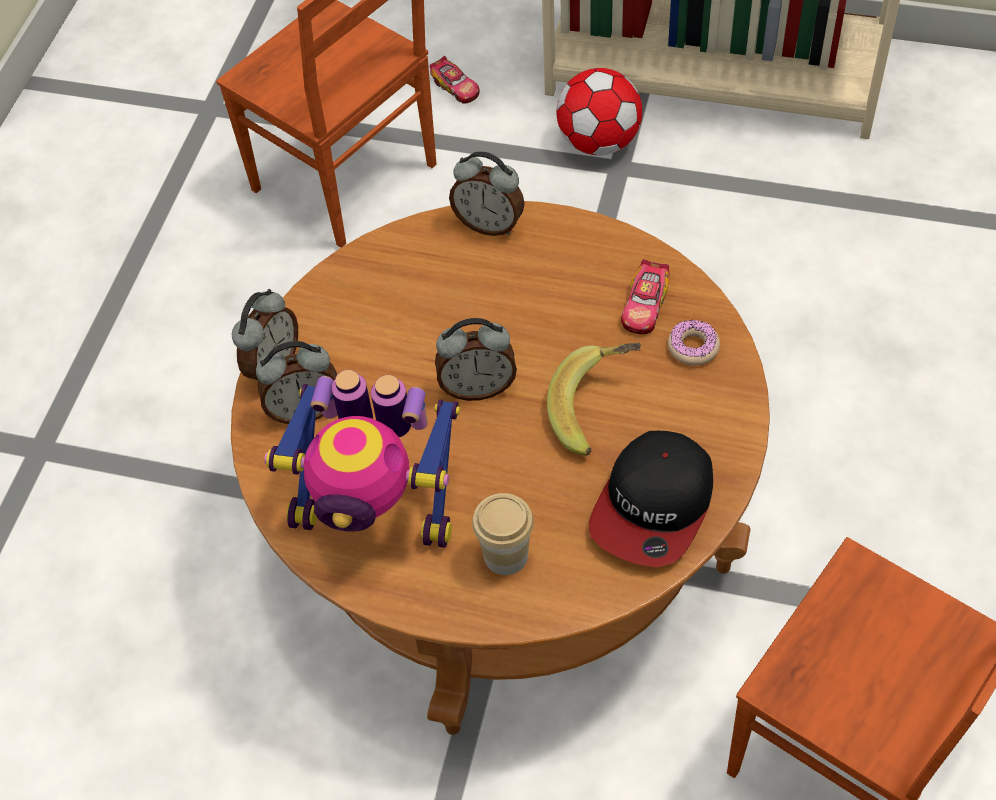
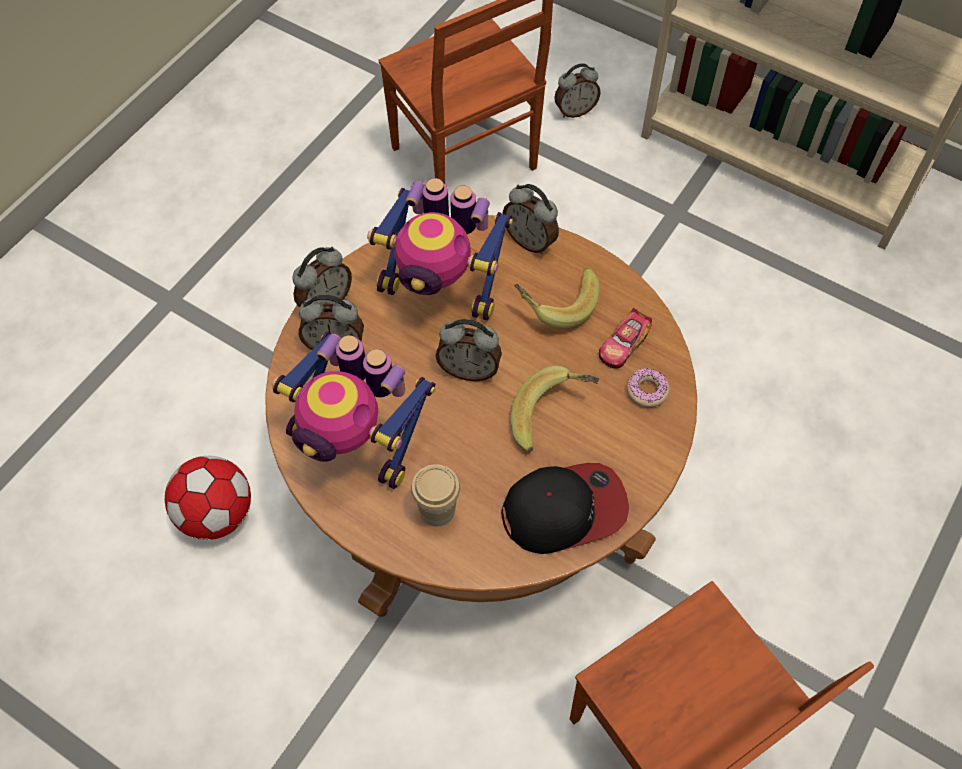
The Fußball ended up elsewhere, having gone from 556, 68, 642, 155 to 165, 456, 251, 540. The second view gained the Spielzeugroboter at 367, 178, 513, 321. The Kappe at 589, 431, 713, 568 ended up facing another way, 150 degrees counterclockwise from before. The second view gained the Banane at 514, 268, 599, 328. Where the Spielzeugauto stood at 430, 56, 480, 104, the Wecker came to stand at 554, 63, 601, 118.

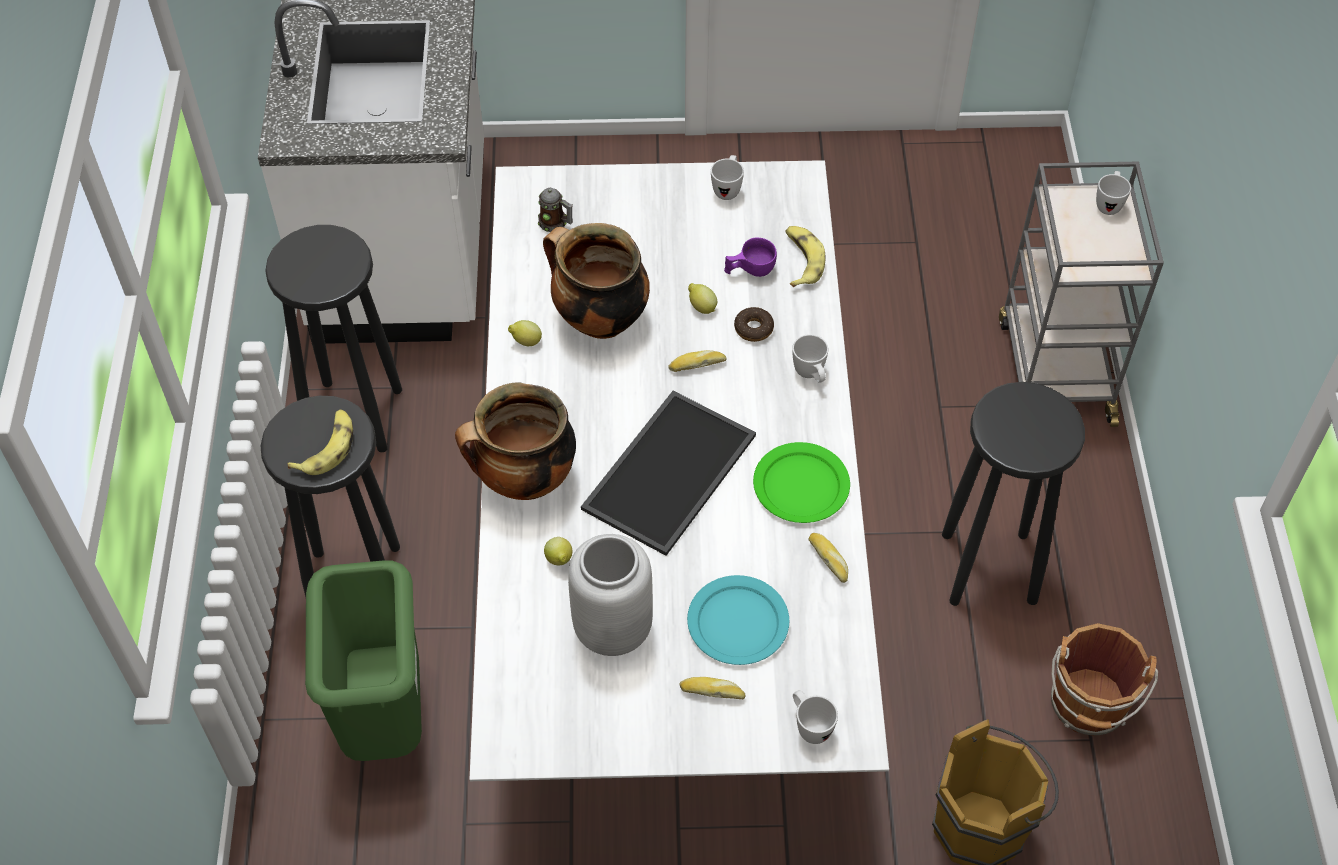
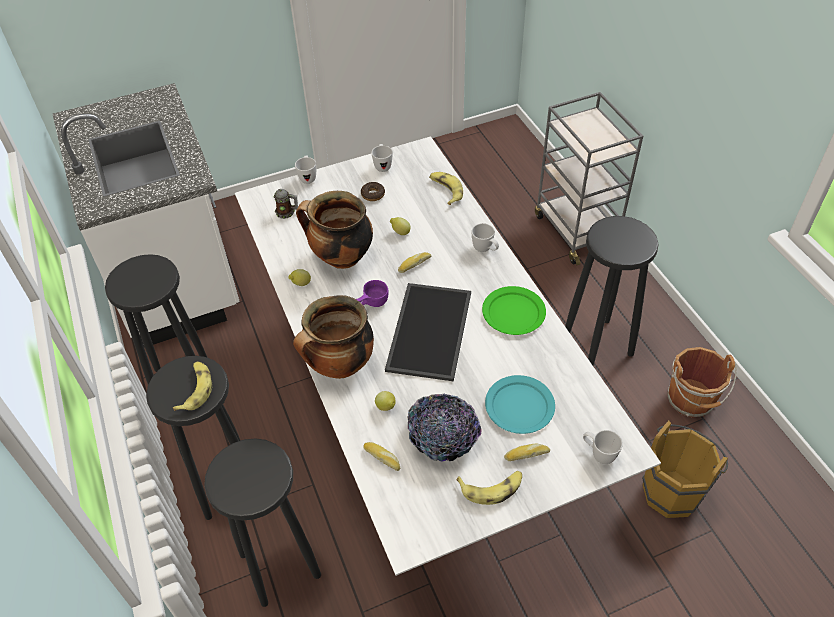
Where the Mülleimer (grün) stood at 305, 560, 422, 761, the Hocker (schwarz) came to stand at 204, 438, 321, 607. The Henkelbecher (weiß) ended up elsewhere, having gone from 1096, 171, 1131, 215 to 295, 155, 316, 184. The Tasse (lila) ended up elsewhere, having gone from 724, 238, 777, 277 to 356, 280, 389, 307. The Donut ended up elsewhere, having gone from 734, 307, 774, 342 to 361, 182, 385, 201. The Brot ended up elsewhere, having gone from 809, 533, 848, 583 to 364, 442, 400, 471. Where the Vase (grau) stood at 568, 534, 653, 656, the Schüssel came to stand at 407, 394, 482, 462. The second view gained the Banane at 457, 471, 522, 505.

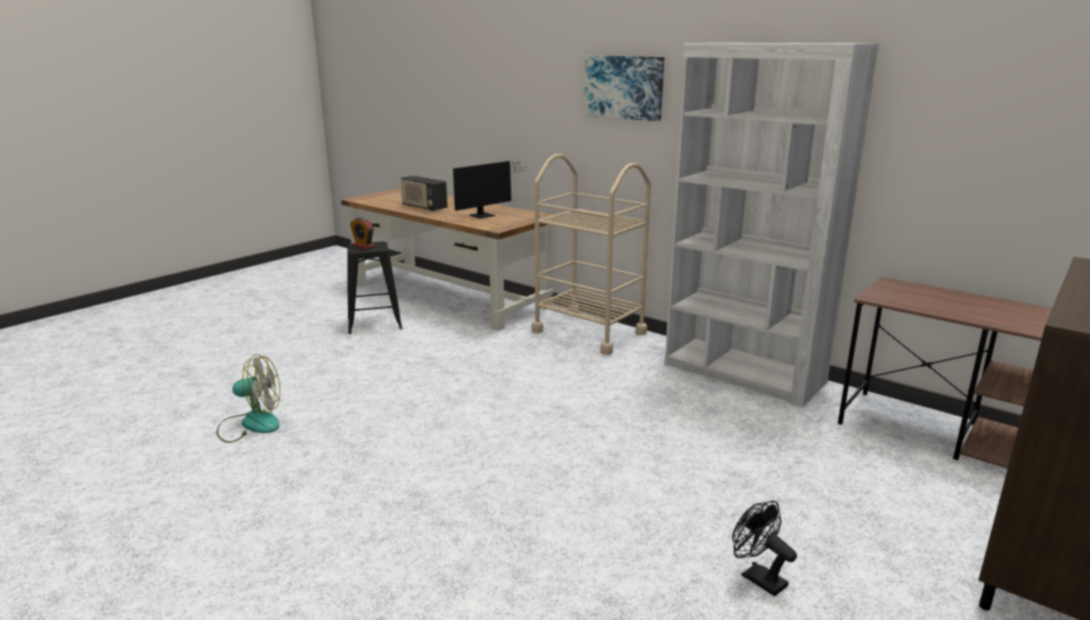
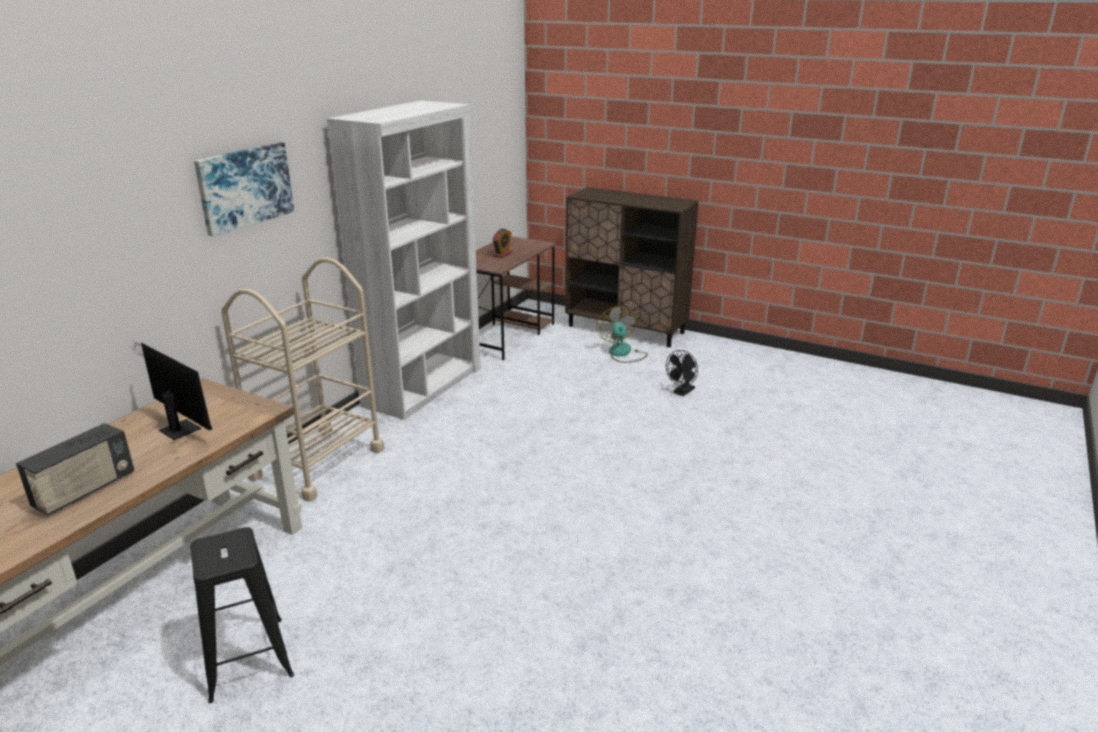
The Wecker ended up elsewhere, having gone from 350, 217, 376, 249 to 492, 228, 512, 258. The Ventilator ended up elsewhere, having gone from 217, 354, 280, 443 to 597, 306, 648, 363.

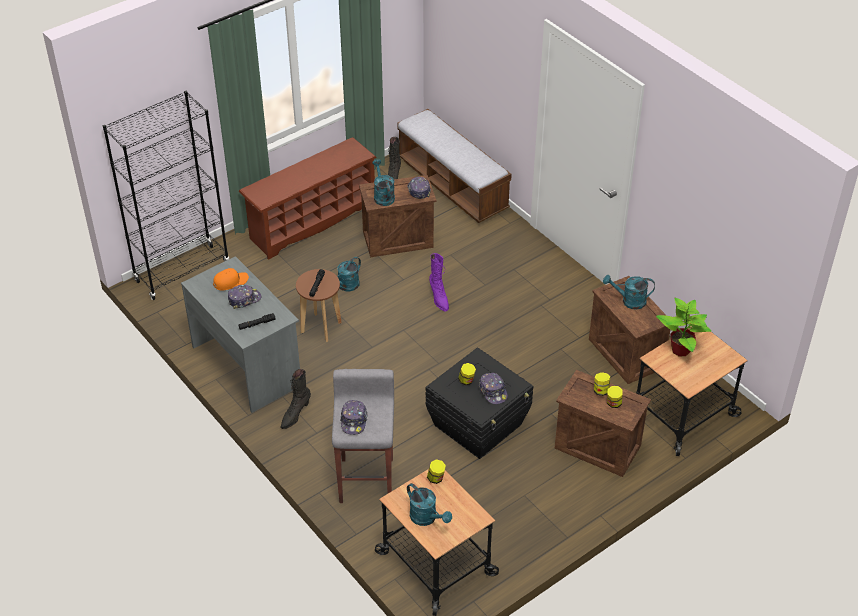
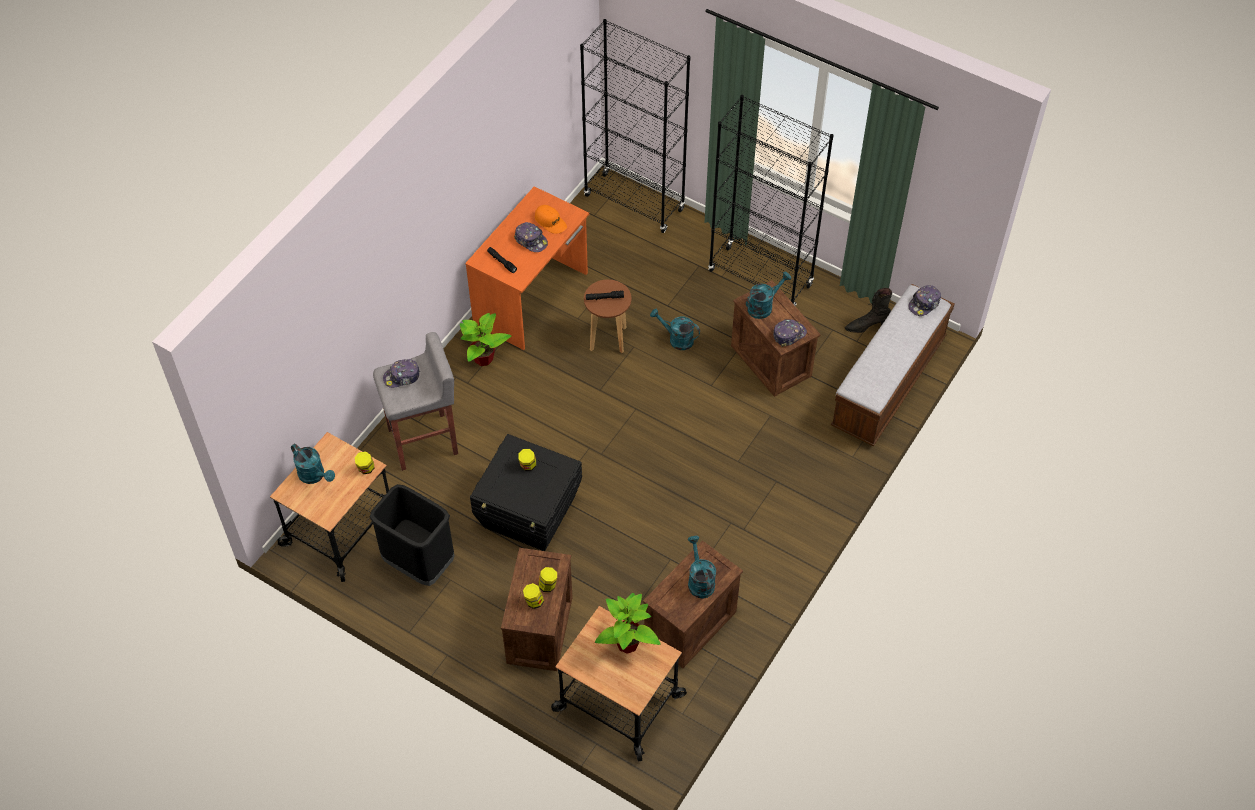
The Gießkanne (türkis) at 407, 483, 452, 526 ended up facing another way, 75 degrees counterclockwise from before. The second view gained the Mülleimer (schwarz) at 369, 484, 455, 586. Where the Stiefel (schwarz) stood at 280, 369, 311, 429, the Topfpflanze came to stand at 460, 313, 511, 366. What was the Schreibtisch (grau) at 181, 256, 300, 413 turned into the Schreibtisch (orange) at 465, 186, 589, 350. Where the Schuhregal (braun) stood at 239, 137, 377, 260, the Bücherregal (schwarz) came to stand at 708, 95, 834, 306. The Kappe ended up elsewhere, having gone from 479, 373, 508, 404 to 908, 285, 941, 316. The second view lost the Stiefel (lila) at 429, 253, 449, 311.

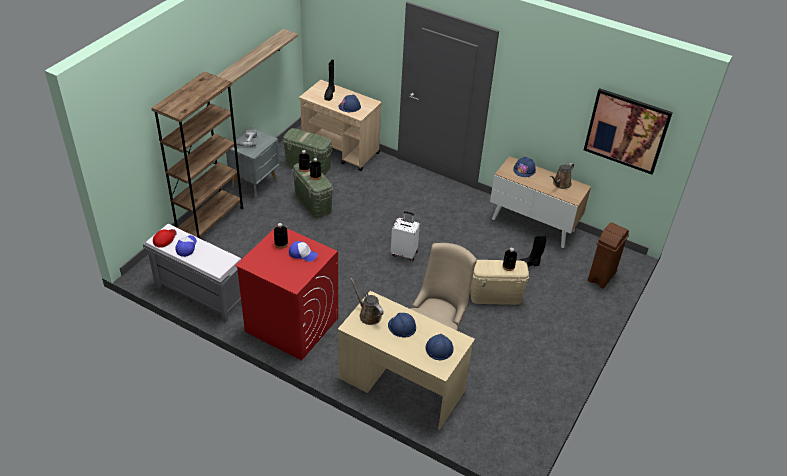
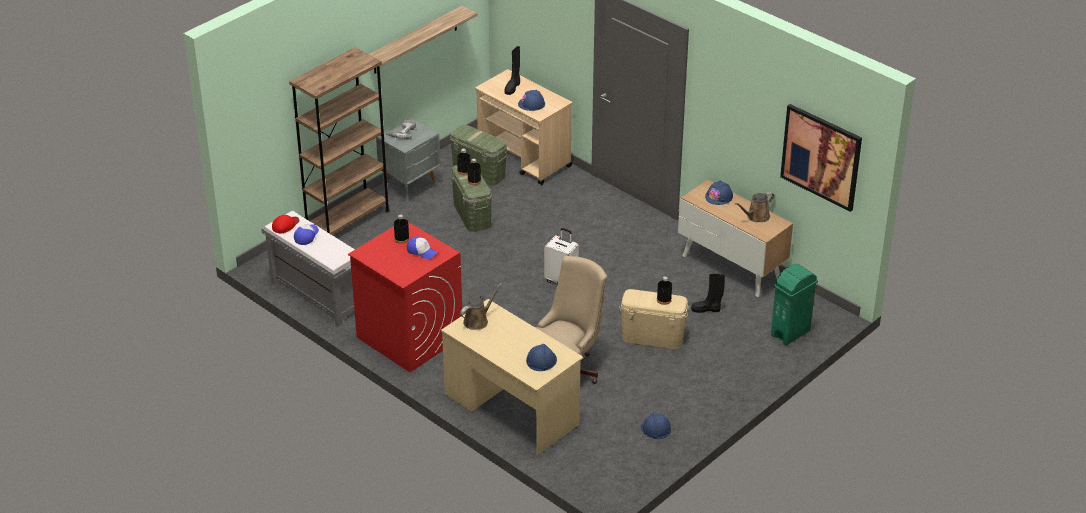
The Gießkanne (braun) at 350, 278, 384, 325 ended up facing another way, 75 degrees clockwise from before. The Schutzhelm (blau) ended up elsewhere, having gone from 388, 313, 416, 337 to 641, 412, 671, 439. What was the Mülleimer (braun) at 588, 222, 629, 289 turned into the Mülleimer (grün) at 771, 264, 818, 345.

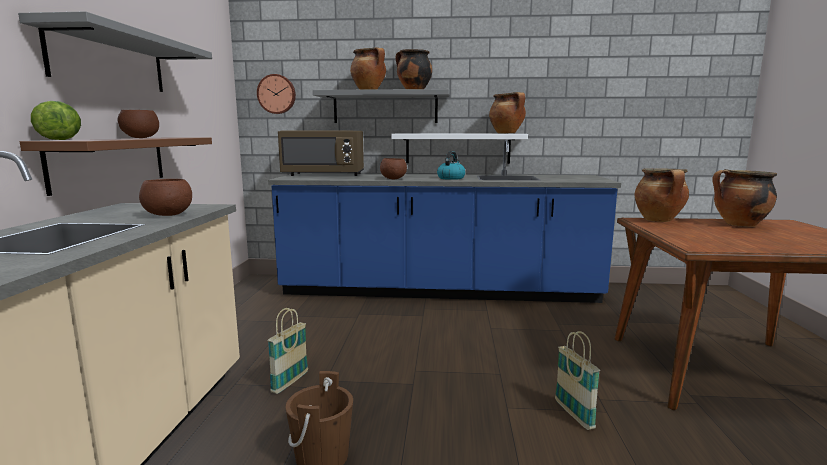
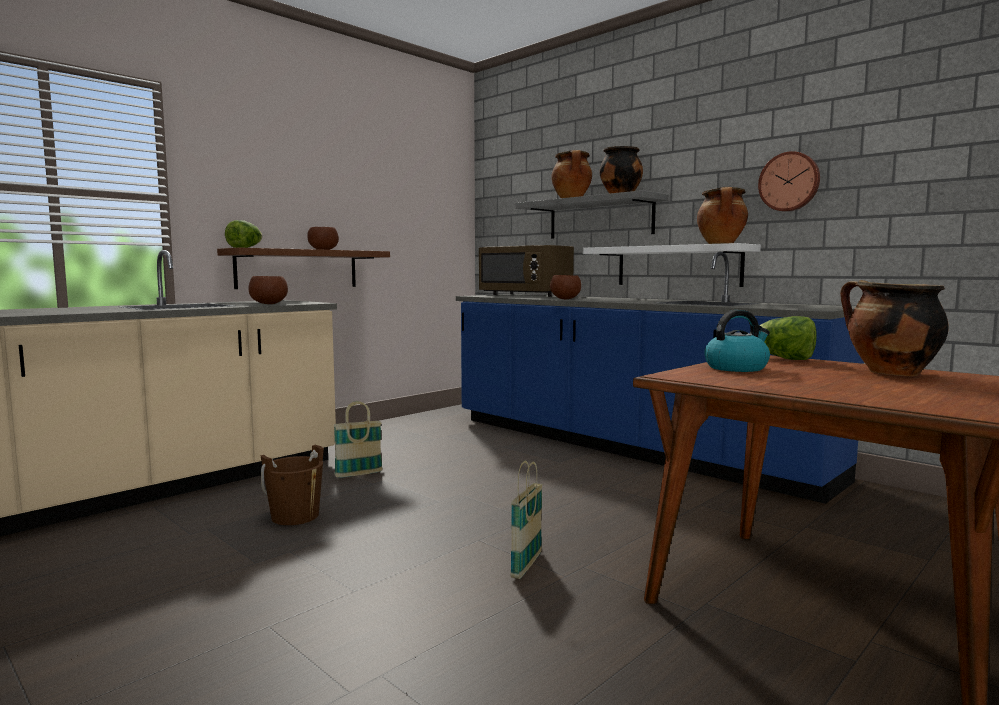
The Wasserkessel ended up elsewhere, having gone from 437, 151, 465, 180 to 704, 310, 770, 372. The Wanduhr ended up elsewhere, having gone from 257, 74, 296, 114 to 758, 151, 820, 212. Where the Kochtopf stood at 634, 168, 689, 222, the Salatkopf came to stand at 760, 316, 817, 360. The second view lost the Wandregal (grau) at 18, 11, 212, 92.

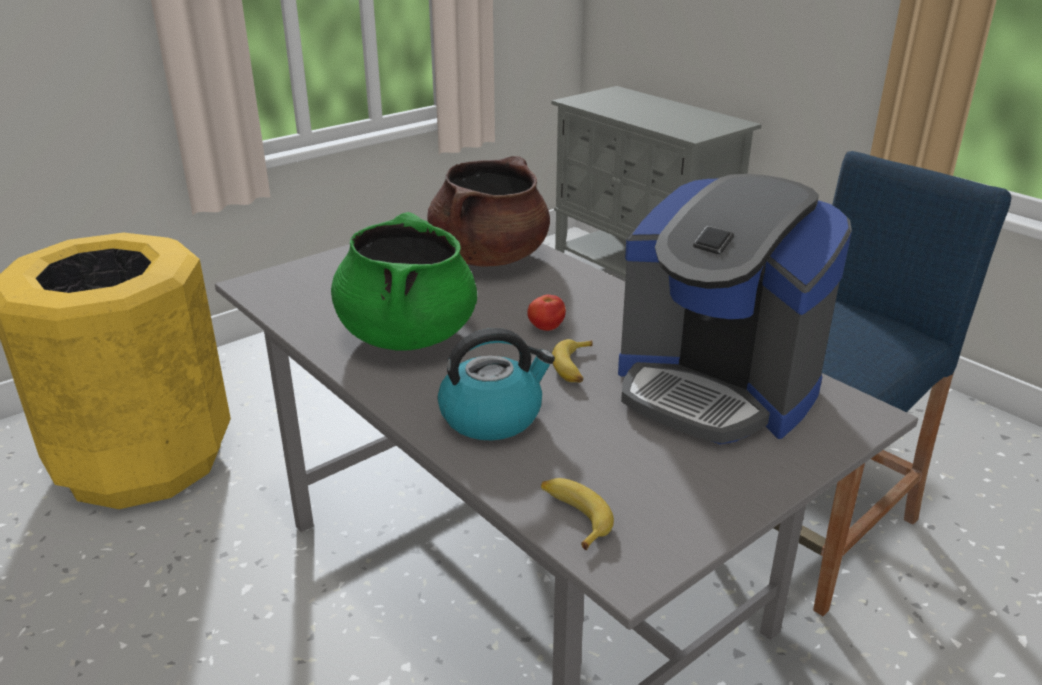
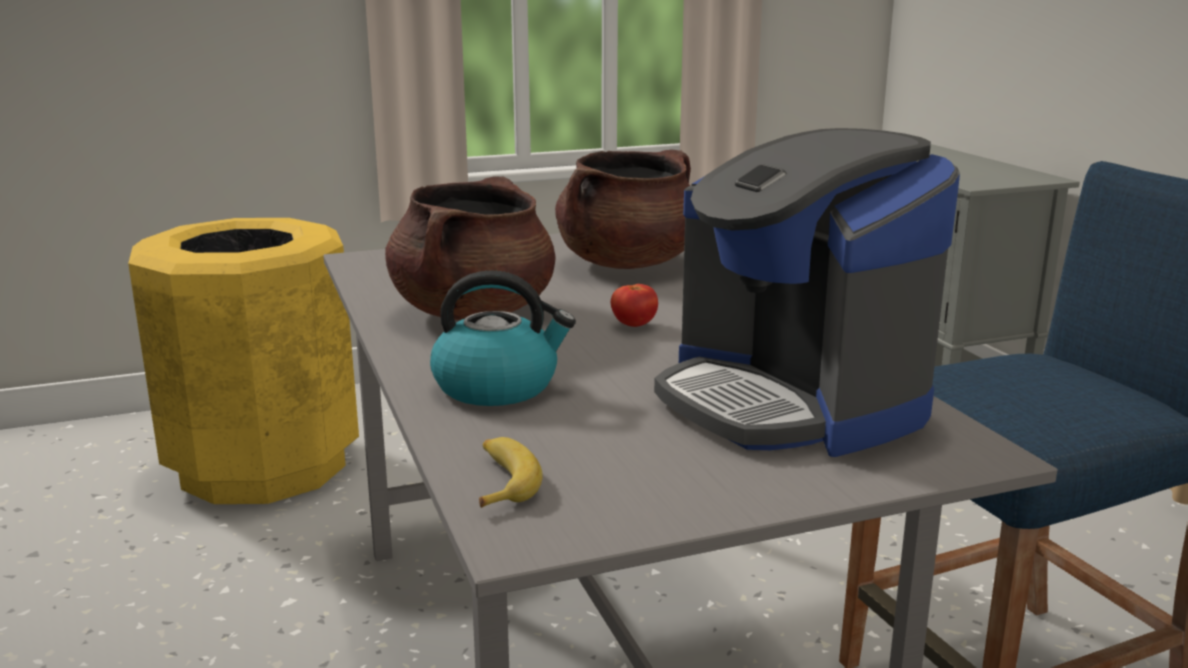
What was the Kochtopf (grün) at 331, 212, 477, 351 turned into the Kochtopf (braun) at 385, 176, 555, 320. The second view lost the Banane at 552, 339, 593, 383.

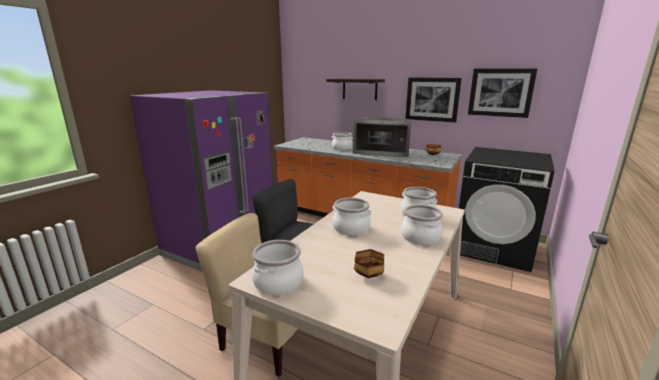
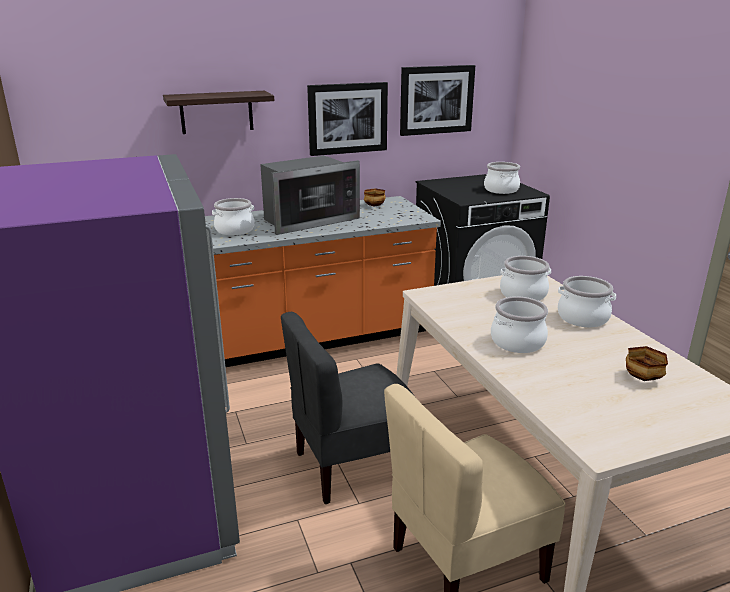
The Kochtopf ended up elsewhere, having gone from 252, 240, 304, 295 to 484, 162, 520, 194.

